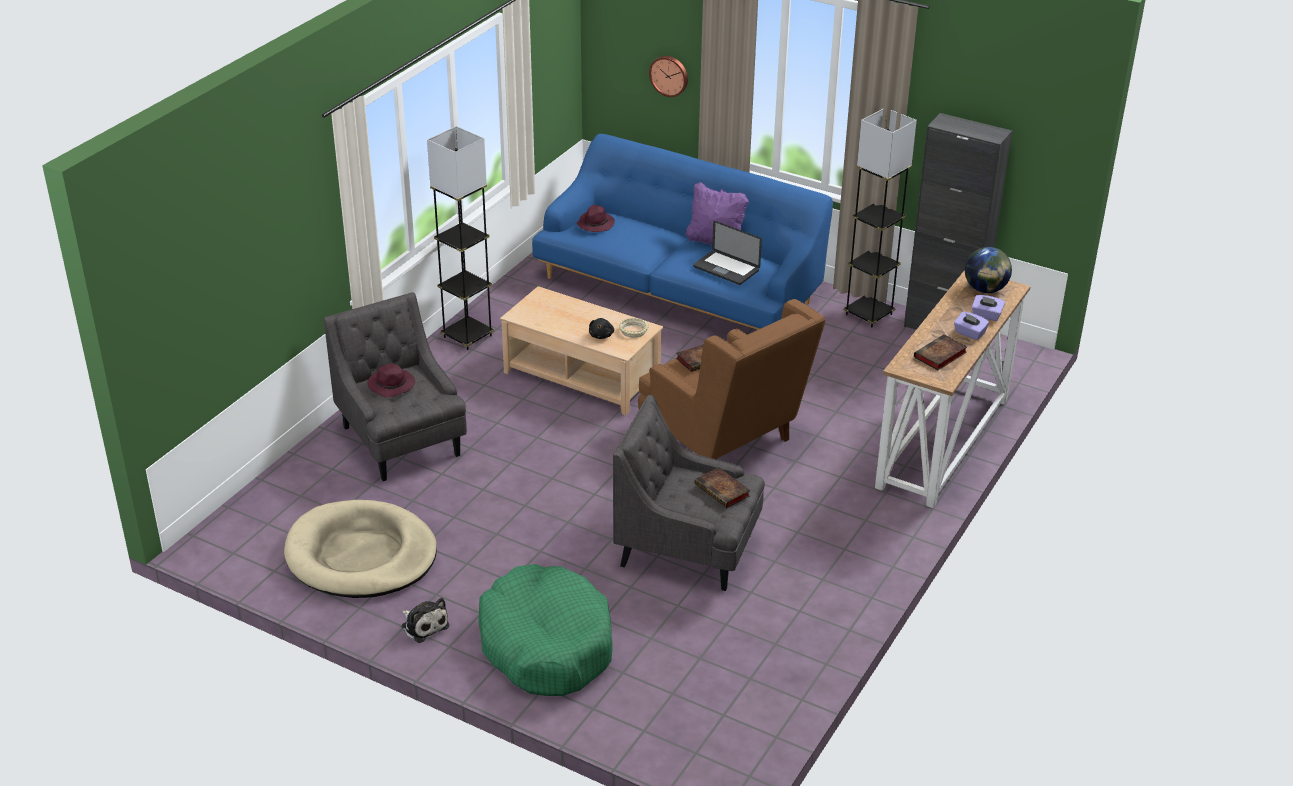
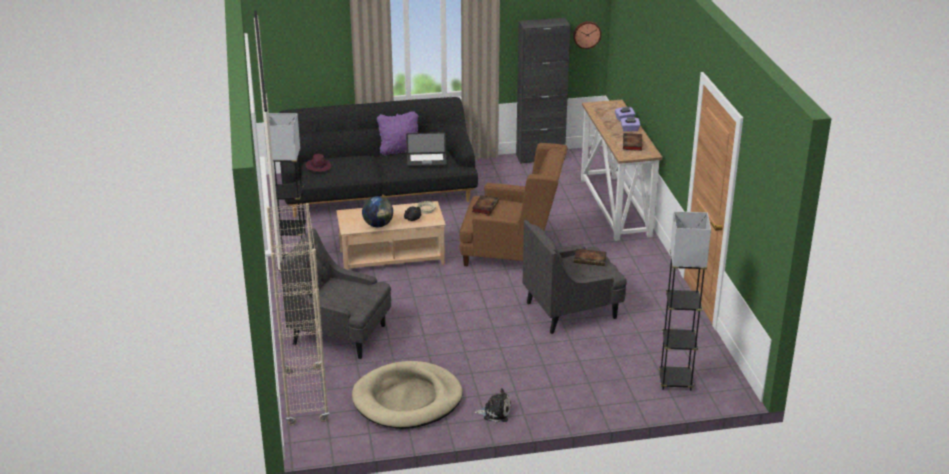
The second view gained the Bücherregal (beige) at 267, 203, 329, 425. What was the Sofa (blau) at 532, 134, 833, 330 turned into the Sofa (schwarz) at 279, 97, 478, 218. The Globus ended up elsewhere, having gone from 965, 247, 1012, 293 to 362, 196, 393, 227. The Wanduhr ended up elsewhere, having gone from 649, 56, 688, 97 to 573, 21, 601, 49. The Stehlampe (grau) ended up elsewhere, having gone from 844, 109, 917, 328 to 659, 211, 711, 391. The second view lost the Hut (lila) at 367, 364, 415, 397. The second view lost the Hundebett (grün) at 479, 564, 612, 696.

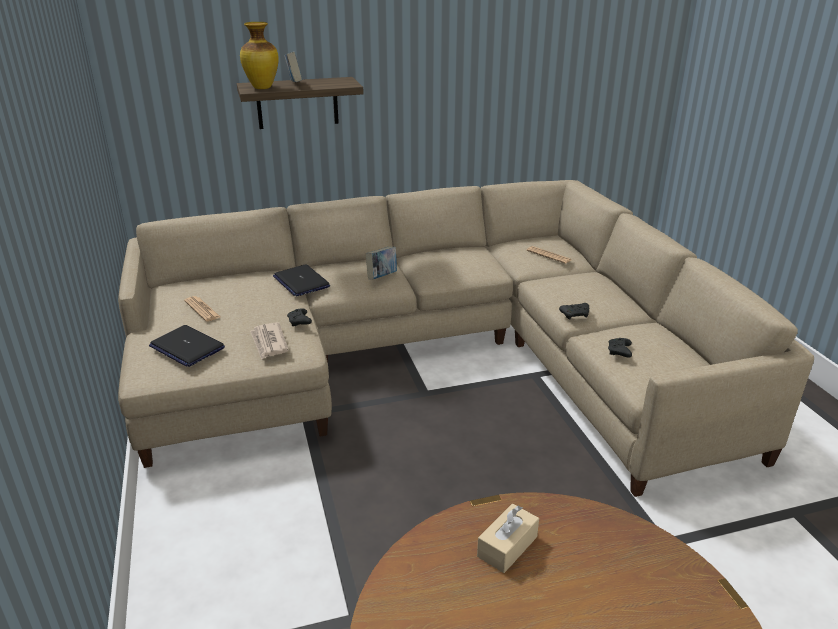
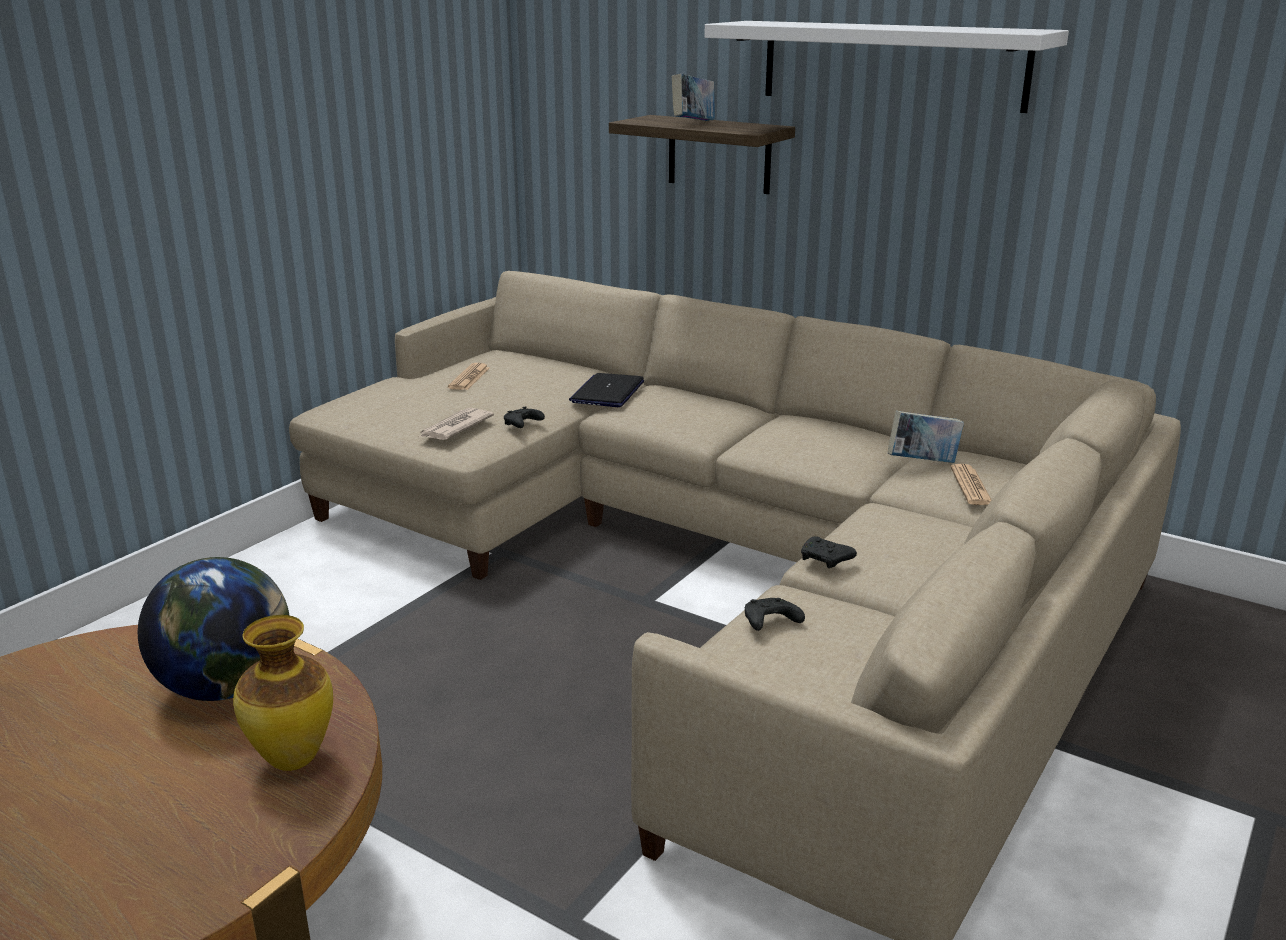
Where the Taschentuchbox (beige) stood at 477, 504, 539, 573, the Globus came to stand at 138, 557, 290, 701. The Vase ended up elsewhere, having gone from 240, 22, 279, 89 to 233, 615, 333, 771. The second view gained the Wandregal (weiß) at 704, 21, 1069, 113. The Buch ended up elsewhere, having gone from 366, 246, 397, 280 to 888, 411, 964, 463. The second view lost the Laptop at 149, 325, 225, 367.

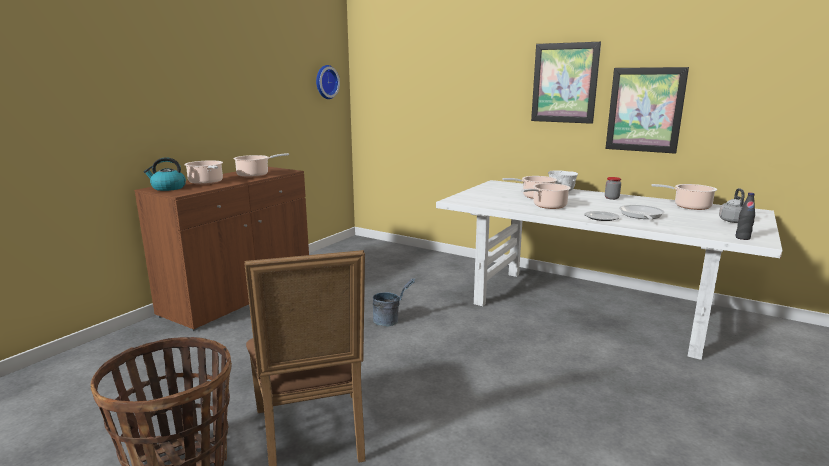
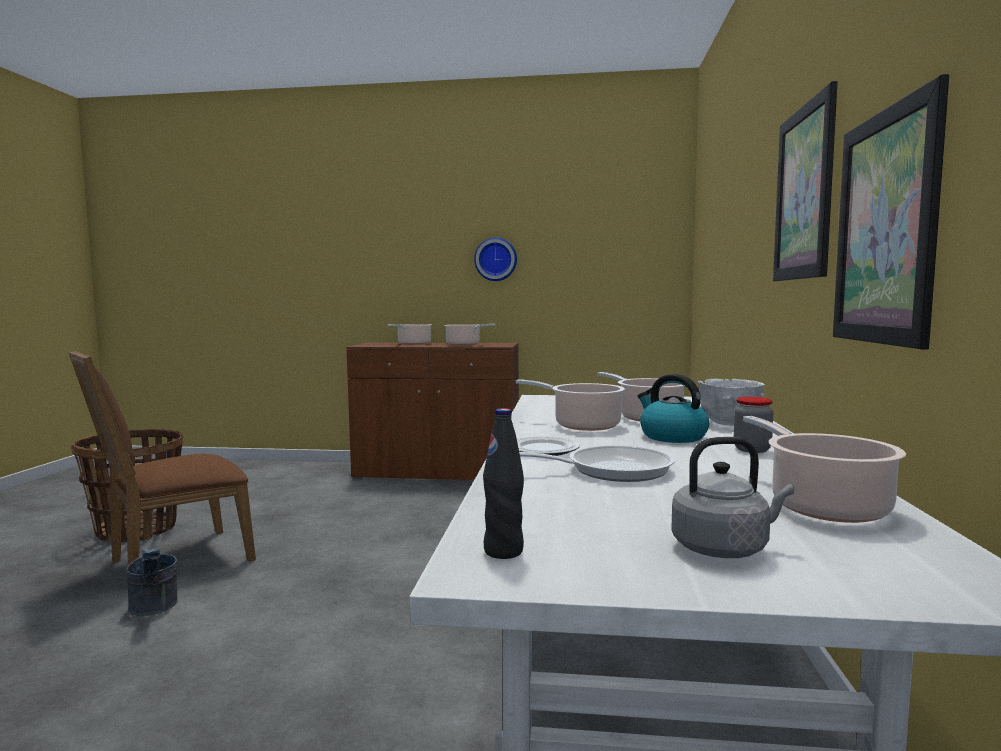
The Eimer (grau) ended up elsewhere, having gone from 373, 278, 415, 326 to 126, 548, 178, 616. The Wanduhr ended up elsewhere, having gone from 316, 65, 340, 99 to 474, 237, 517, 281. The Wasserkessel ended up elsewhere, having gone from 143, 157, 186, 191 to 638, 374, 709, 443.

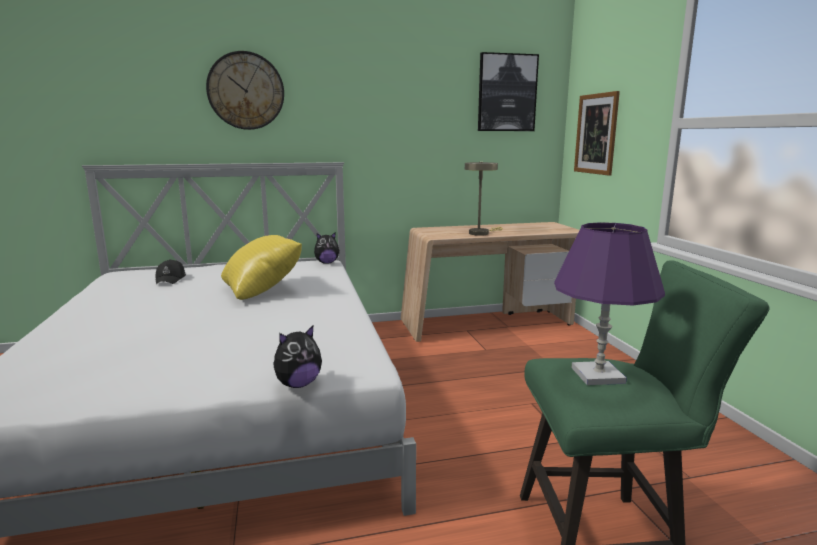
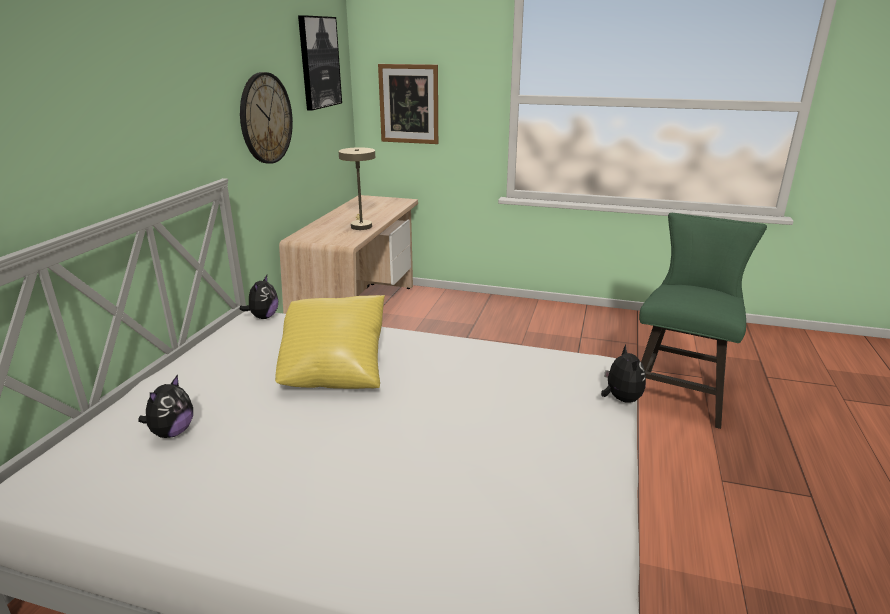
Where the Kappe (schwarz) stood at 155, 259, 186, 285, the Plüschtier came to stand at 138, 375, 193, 438. The Wanduhr ended up elsewhere, having gone from 206, 51, 284, 130 to 240, 72, 293, 164. The second view lost the Tischlampe (lila) at 554, 222, 665, 385.

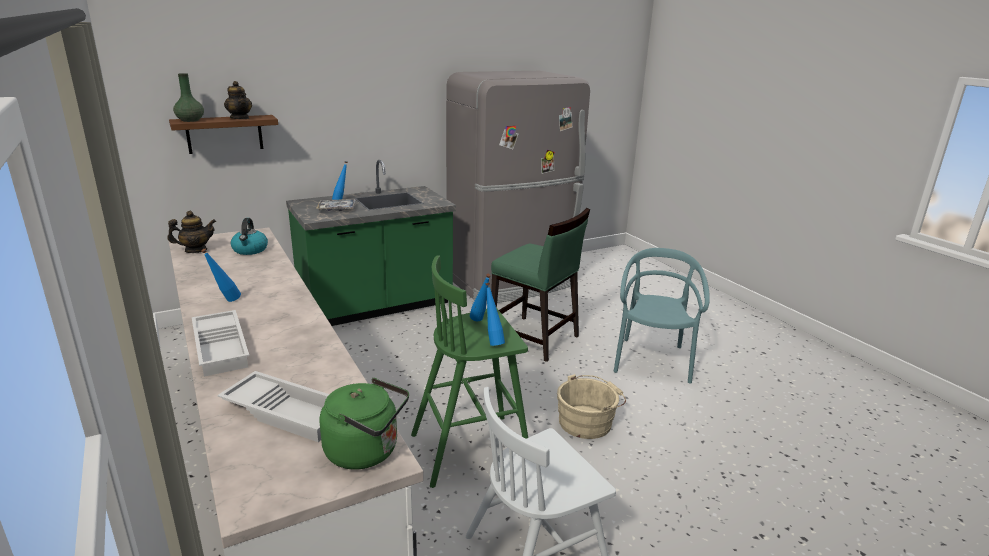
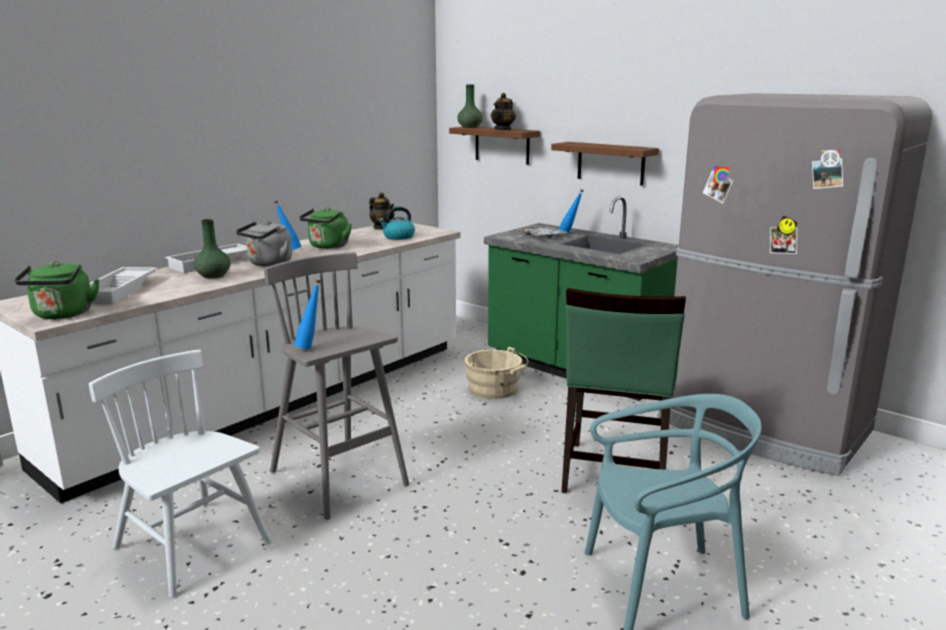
The second view gained the Vase (grün) at 194, 219, 231, 279. The second view gained the Wasserkessel (grau) at 236, 221, 292, 266. What was the Hocker (grün) at 411, 255, 528, 488 turned into the Hocker (grau) at 264, 252, 409, 520. The second view gained the Wasserkessel (grün) at 299, 207, 352, 249. The Eimer (beige) ended up elsewhere, having gone from 557, 374, 626, 439 to 464, 347, 529, 399. The second view gained the Wandregal (braun) at 551, 142, 659, 186. The second view lost the Flasche (blau) at 470, 274, 491, 322.

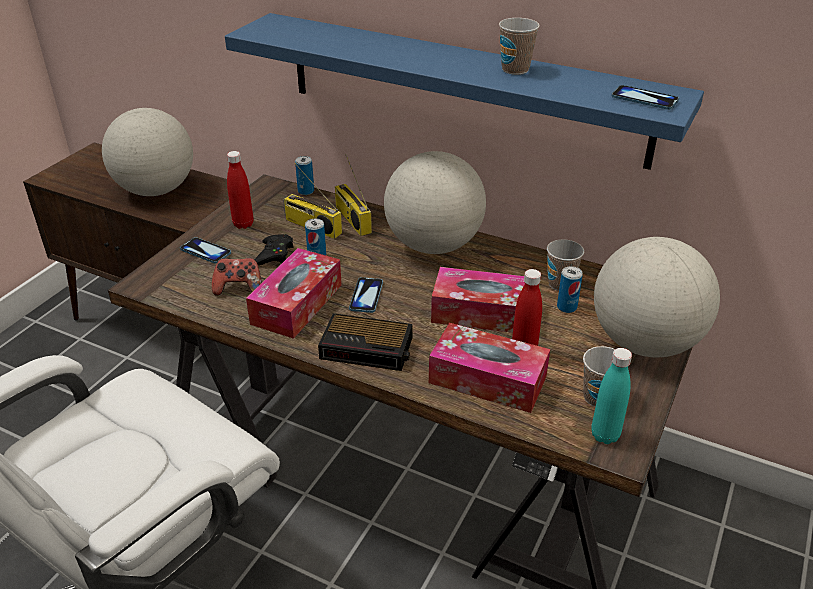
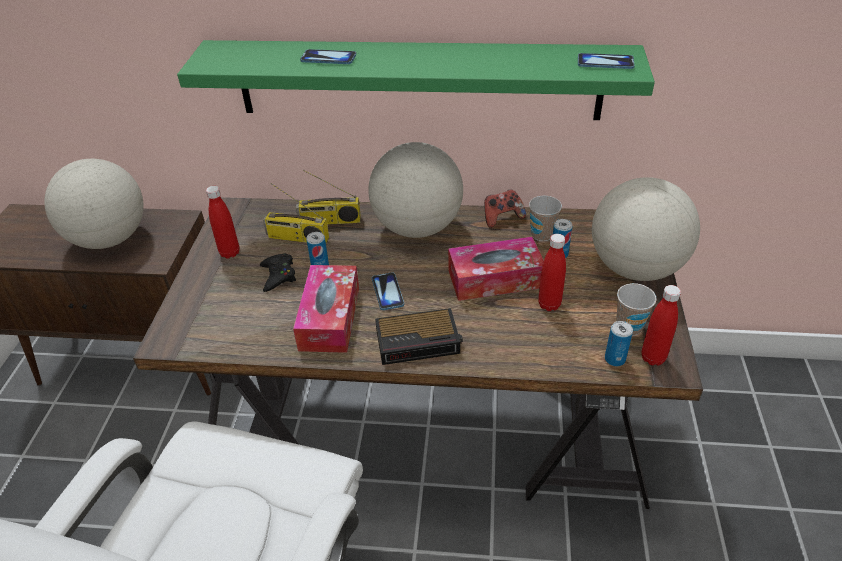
What was the Wandregal (blau) at 225, 13, 704, 170 turned into the Wandregal (grün) at 177, 40, 655, 120. The Radio at 335, 154, 372, 236 ended up facing another way, 45 degrees counterclockwise from before. The Handy ended up elsewhere, having gone from 180, 237, 231, 264 to 300, 49, 356, 64. The Gamepad ended up elsewhere, having gone from 212, 258, 262, 295 to 484, 189, 526, 228. The Dose ended up elsewhere, having gone from 295, 156, 314, 195 to 605, 321, 633, 366. What was the Flasche (türkis) at 591, 348, 632, 444 turned into the Flasche (rot) at 641, 285, 681, 366. The second view lost the Taschentuchbox at 429, 323, 550, 413. The second view lost the Tasse at 499, 18, 540, 75.

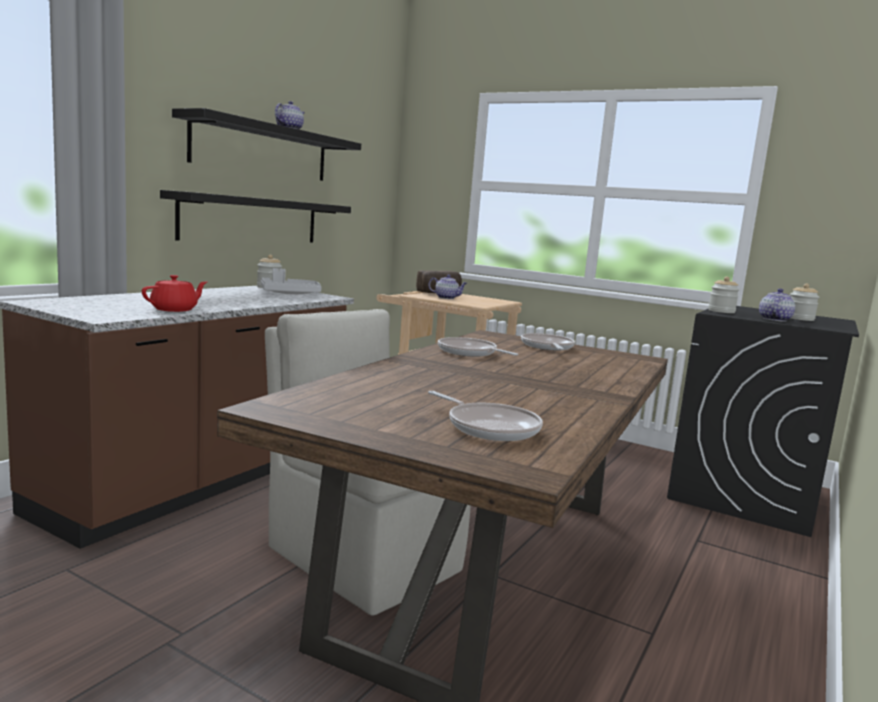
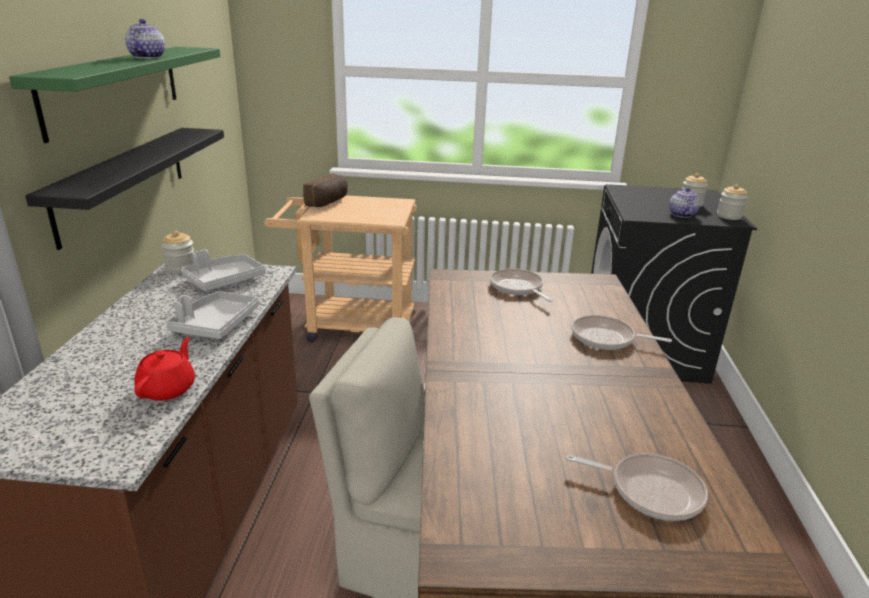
What was the Wandregal (schwarz) at 172, 108, 361, 181 turned into the Wandregal (grün) at 9, 47, 220, 143. The second view gained the Tablett (grau) at 167, 291, 259, 339. The Pfanne ended up elsewhere, having gone from 438, 337, 518, 357 to 572, 315, 672, 350. The Vorratsglas ended up elsewhere, having gone from 708, 277, 739, 313 to 717, 184, 748, 220. The second view lost the Teekanne at 429, 275, 467, 299.

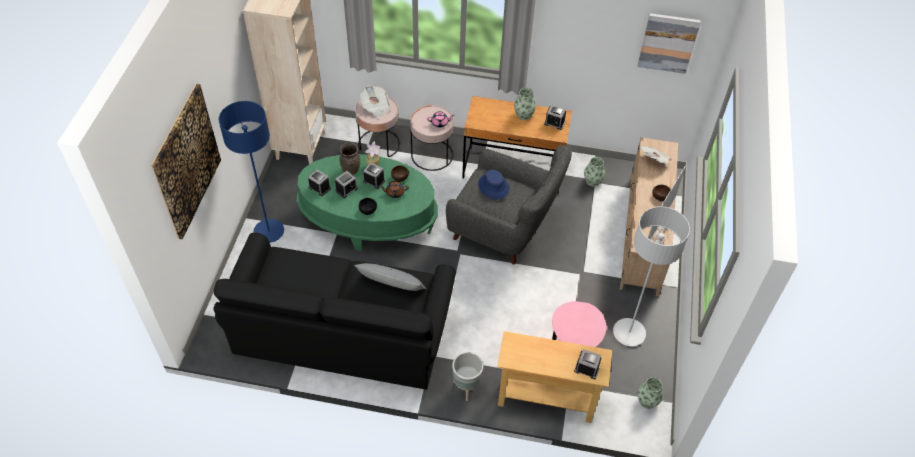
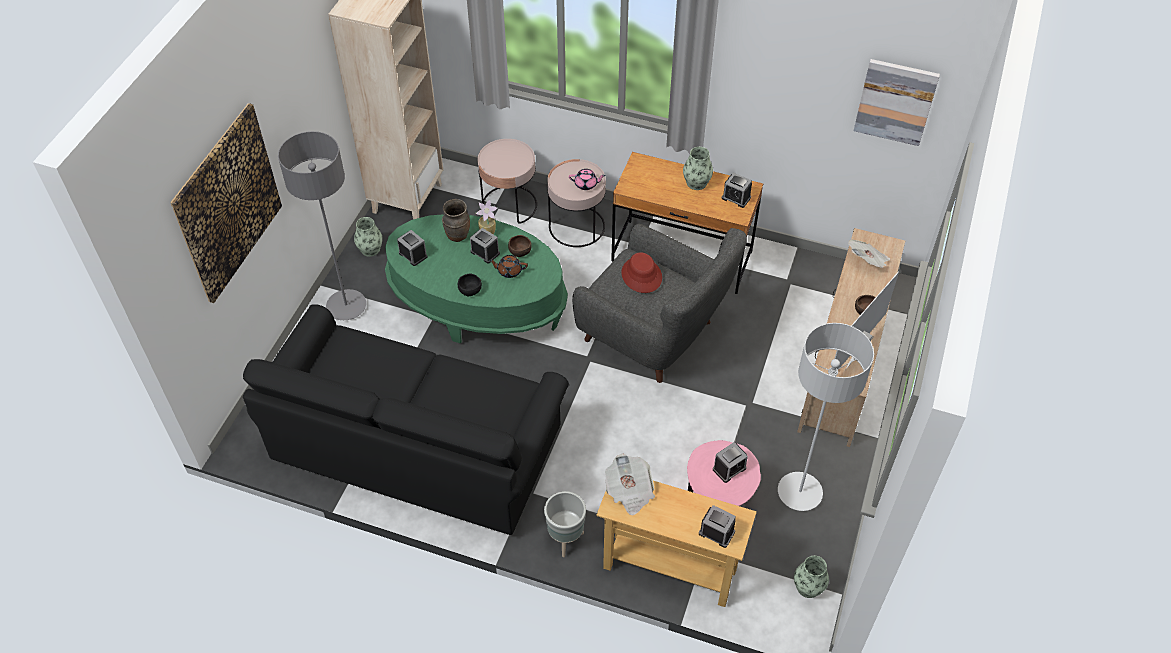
What was the Stehlampe (blau) at 219, 101, 284, 243 turned into the Stehlampe (grau) at 278, 131, 366, 320. The Vase ended up elsewhere, having gone from 584, 157, 605, 187 to 354, 217, 383, 257. The Zeitung ended up elsewhere, having gone from 360, 85, 391, 119 to 605, 453, 655, 515. What was the Hut (blau) at 478, 170, 509, 199 turned into the Hut (rot) at 621, 252, 662, 293. The Wecker ended up elsewhere, having gone from 335, 171, 358, 198 to 713, 442, 748, 483. The second view lost the Kissen (grau) at 354, 263, 427, 291.

